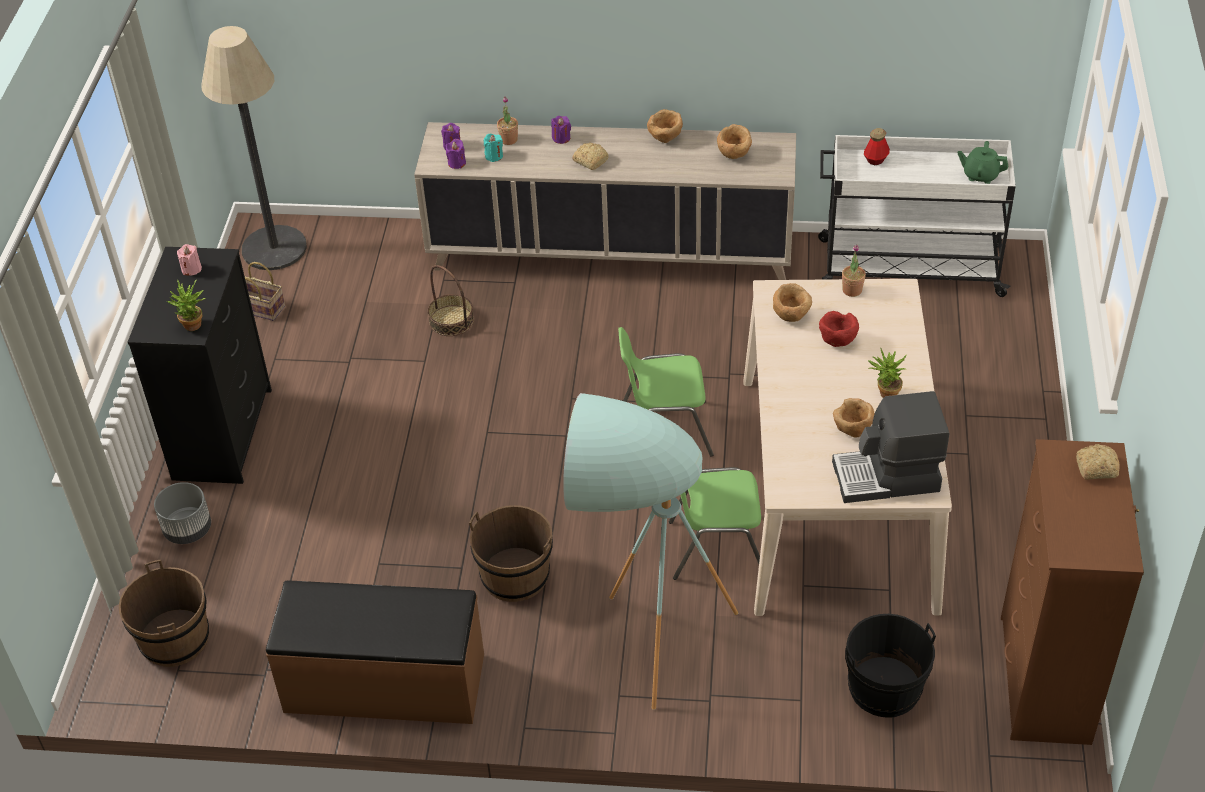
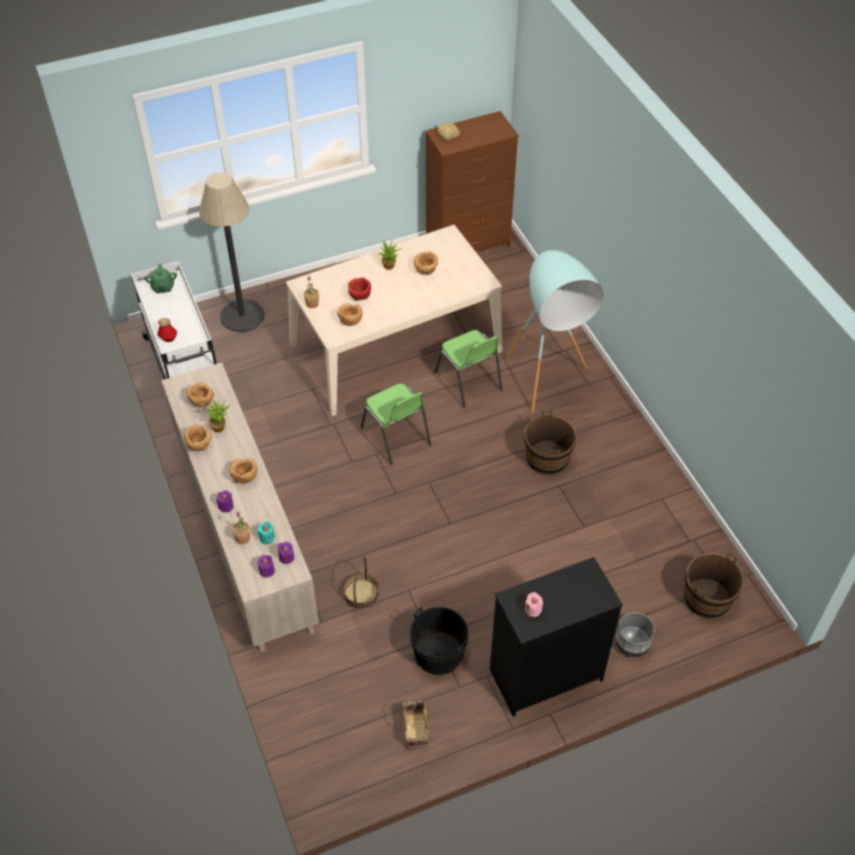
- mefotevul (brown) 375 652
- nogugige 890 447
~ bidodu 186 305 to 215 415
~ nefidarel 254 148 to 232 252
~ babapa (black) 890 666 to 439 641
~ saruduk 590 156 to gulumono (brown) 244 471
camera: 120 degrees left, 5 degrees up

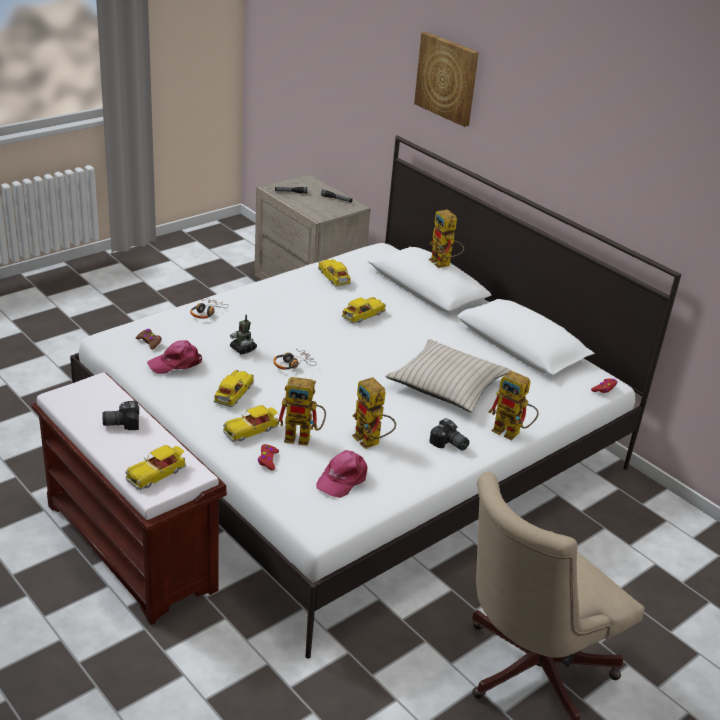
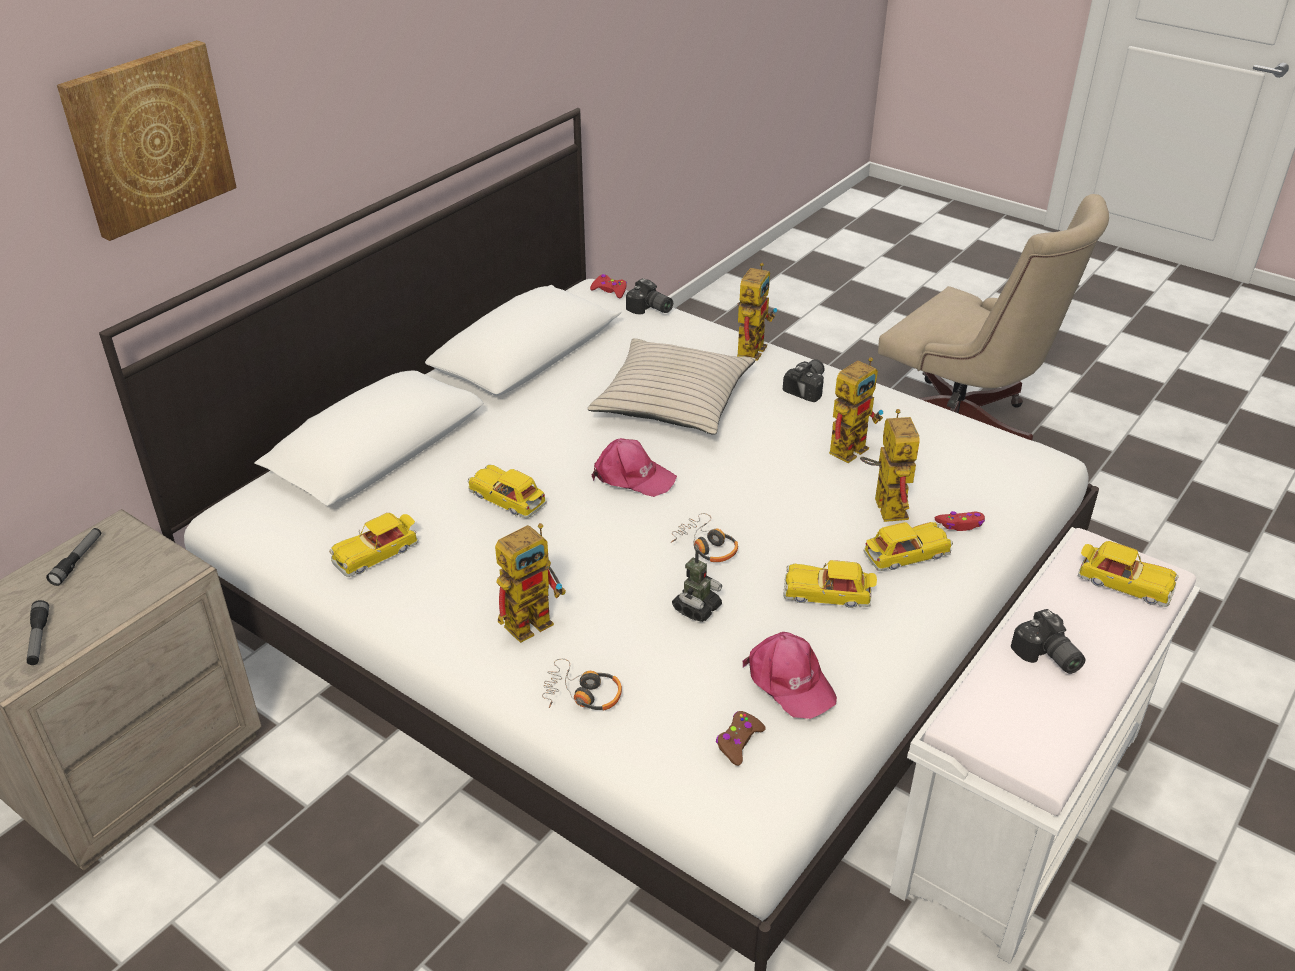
+ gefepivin 649 296
~ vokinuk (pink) 342 474 to 634 467
~ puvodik 446 238 to 530 583
~ mefotevul (brown) 129 499 to mefotevul (white) 1045 745
~ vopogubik 250 423 = 908 546 60 degrees counterclockwise
camera: 100 degrees left, 5 degrees up

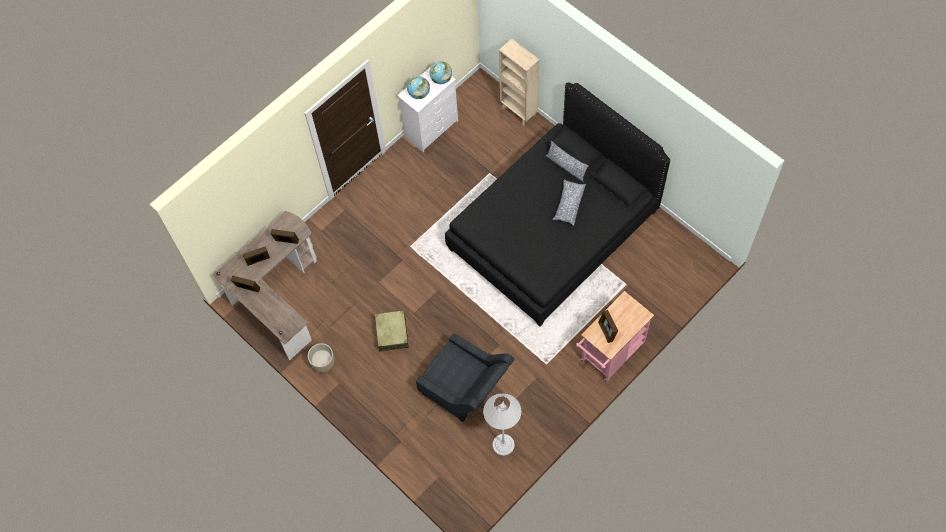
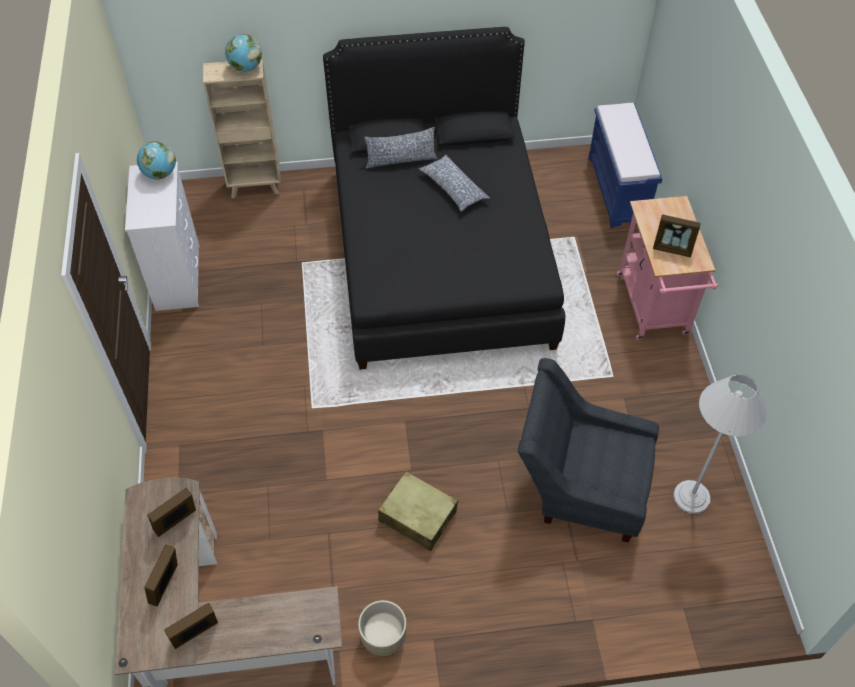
+ mefotevul (blue) 625 166
~ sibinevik 418 87 to 243 53
~ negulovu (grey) 465 378 = 588 450 150 degrees counterclockwise
camera: 55 degrees left, 10 degrees down

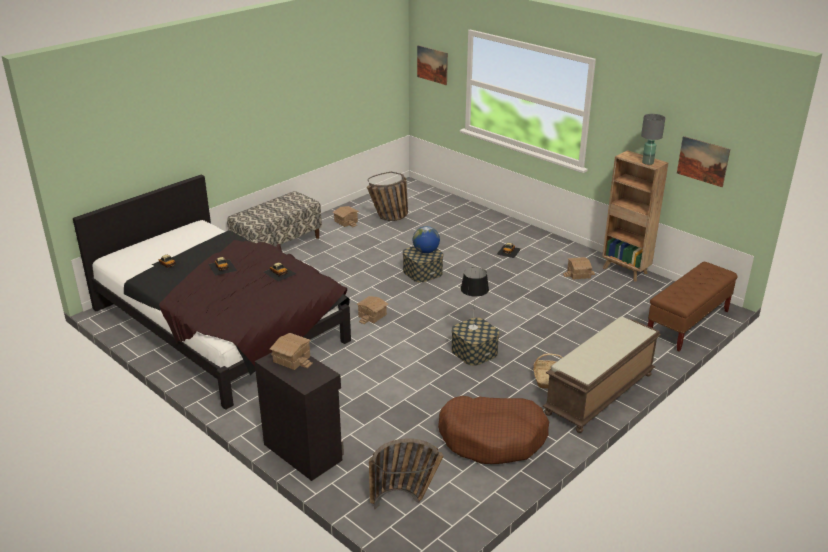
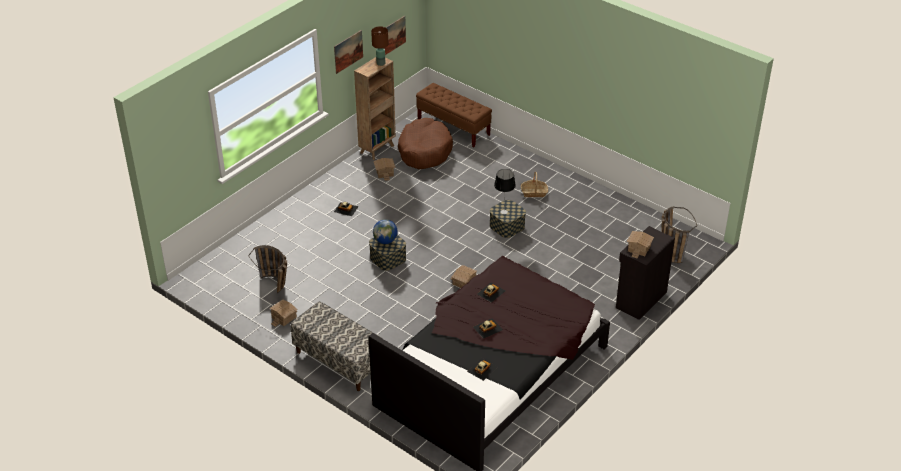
- mefotevul (brown) 602 374
~ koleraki 432 65 to 348 52
~ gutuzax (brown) 493 430 to 425 143
~ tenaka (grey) 653 139 to tenaka (brown) 379 46
camera: 95 degrees left, 10 degrees up

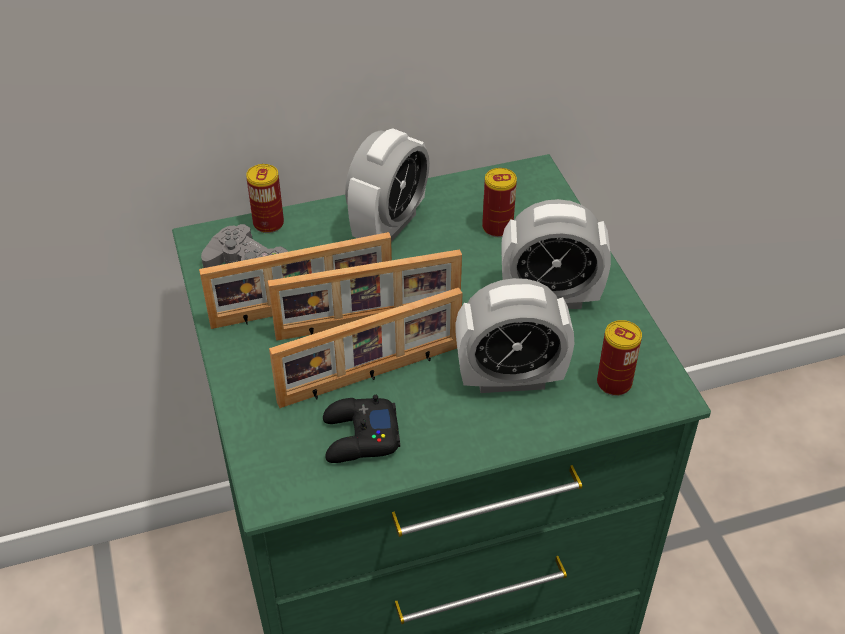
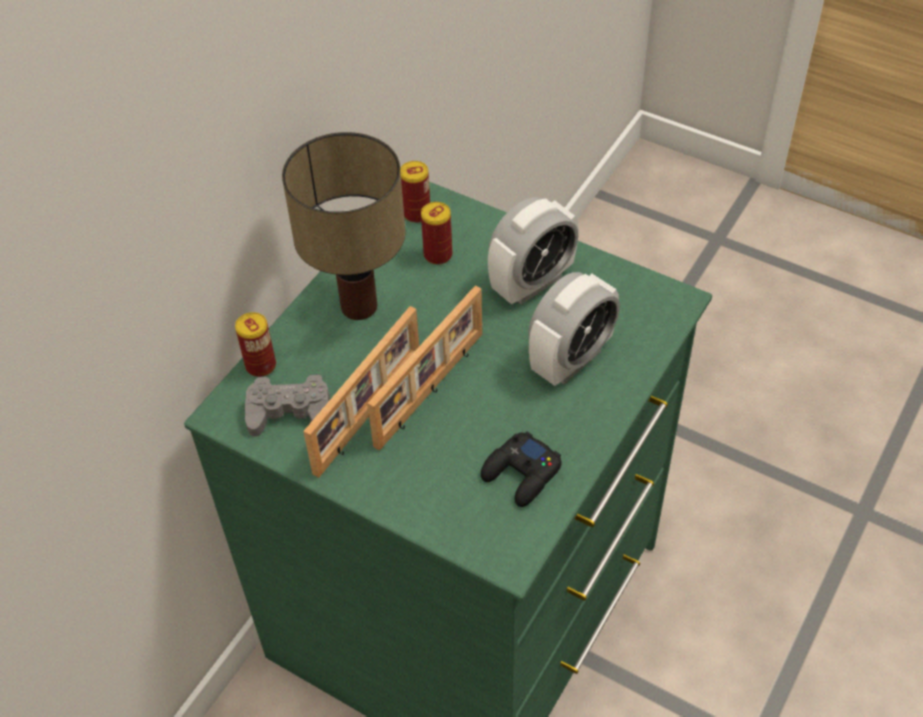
- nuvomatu 365 348
~ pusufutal 619 358 to 415 192
~ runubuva 387 185 to tenaka 344 226
camera: 40 degrees left, 5 degrees up

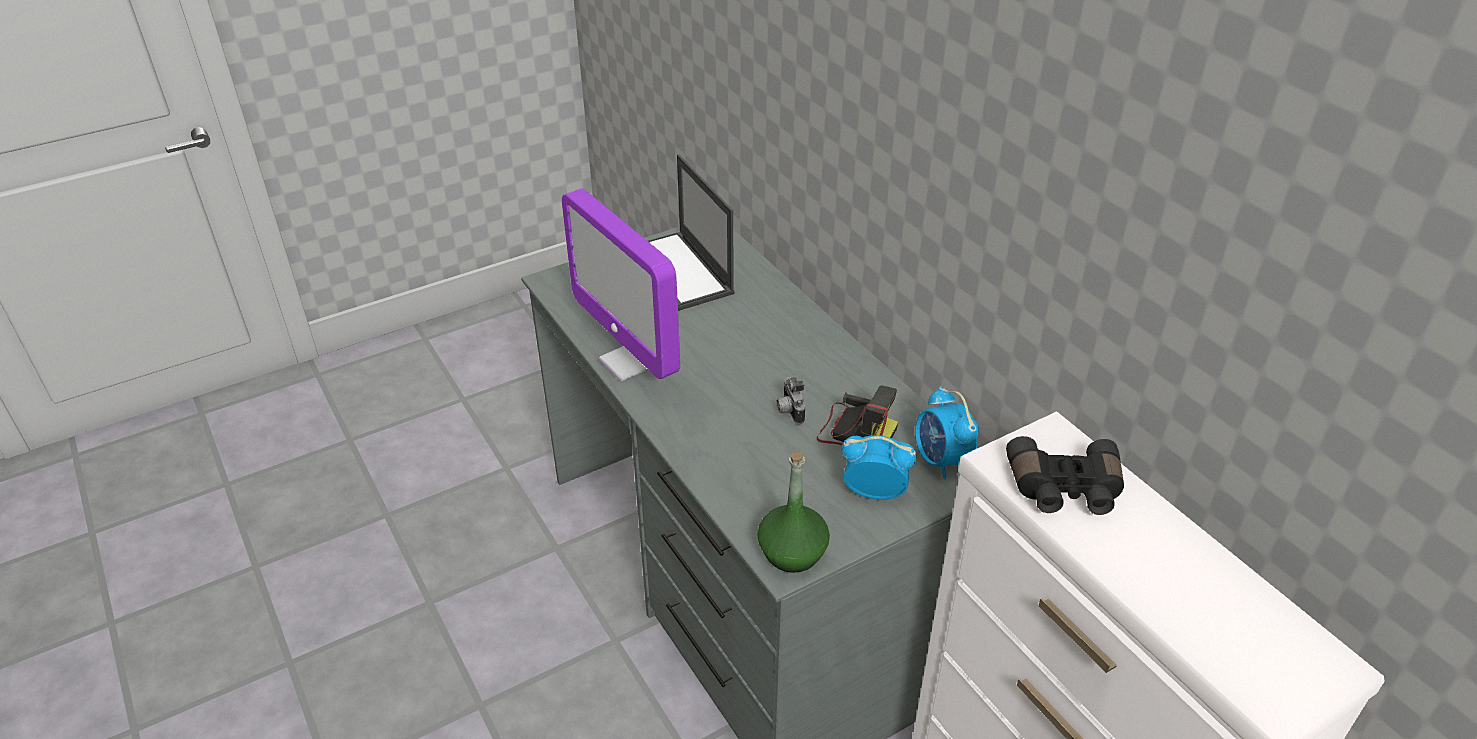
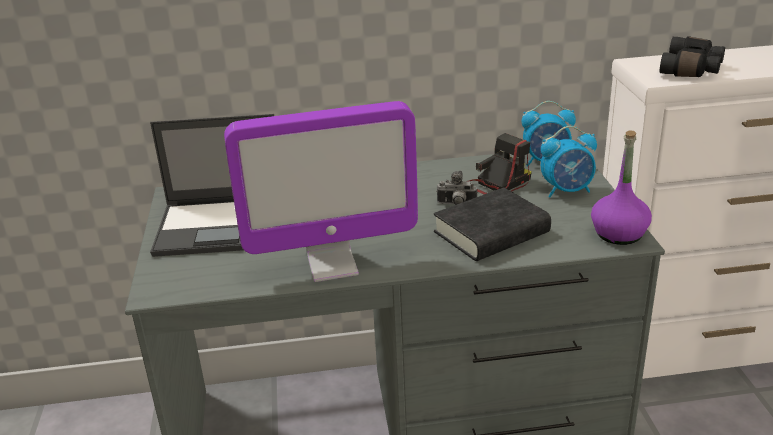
+ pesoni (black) 492 224
~ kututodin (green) 793 512 to kututodin (purple) 621 187
~ runubuva 879 467 = 569 161 135 degrees counterclockwise
camera: 65 degrees left, 10 degrees down

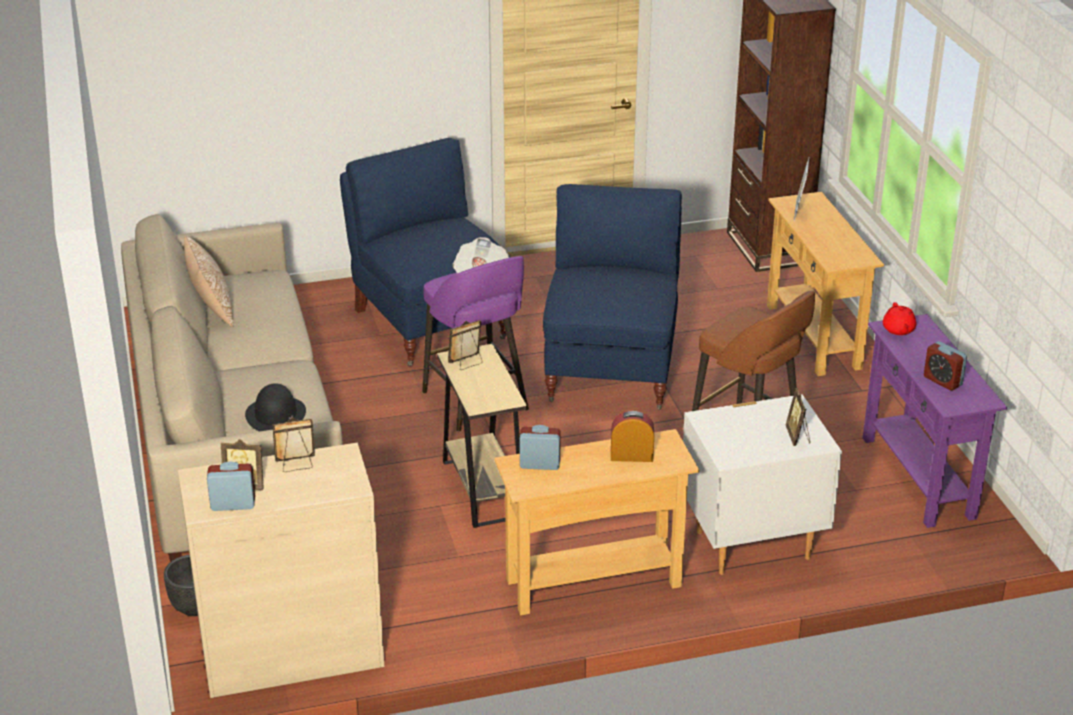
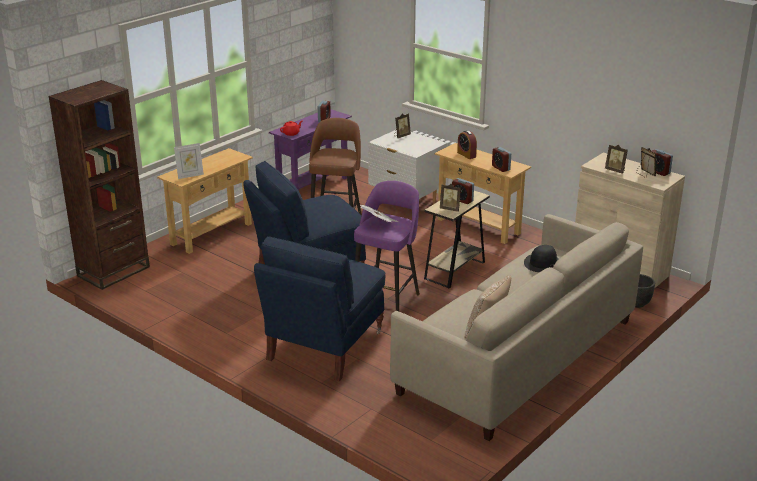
+ runubuva 463 191
camera: 125 degrees left, 5 degrees down

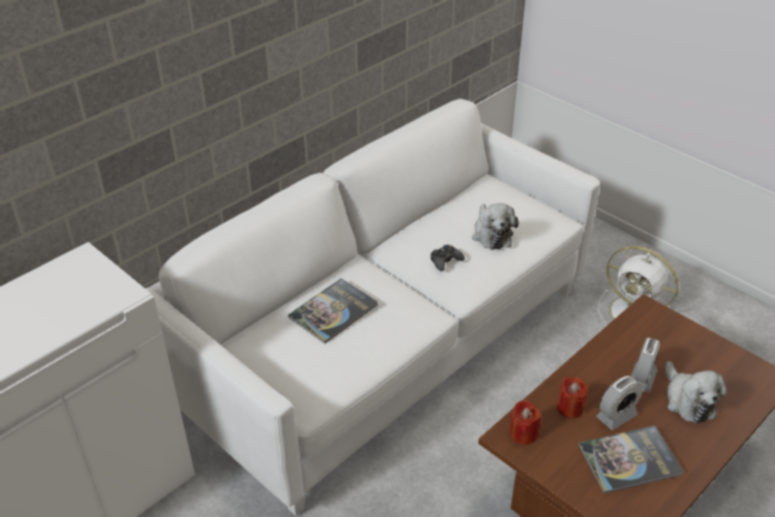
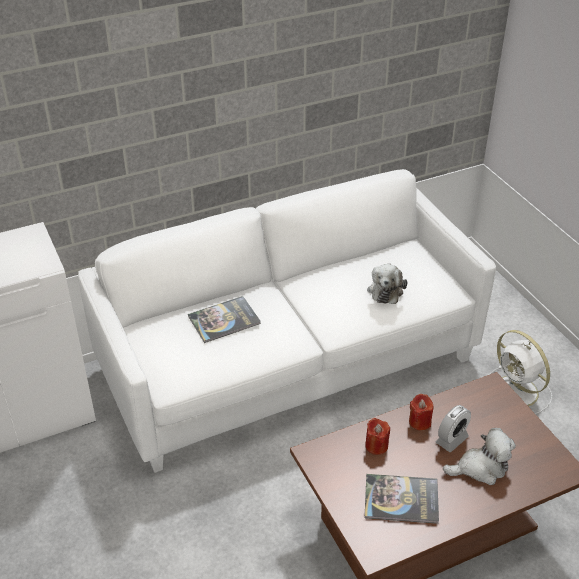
- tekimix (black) 448 257
- runubuva 619 403
~ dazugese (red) 525 422 to 421 412
~ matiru 695 392 = 479 456 105 degrees counterclockwise
camera: 20 degrees right, 0 degrees up

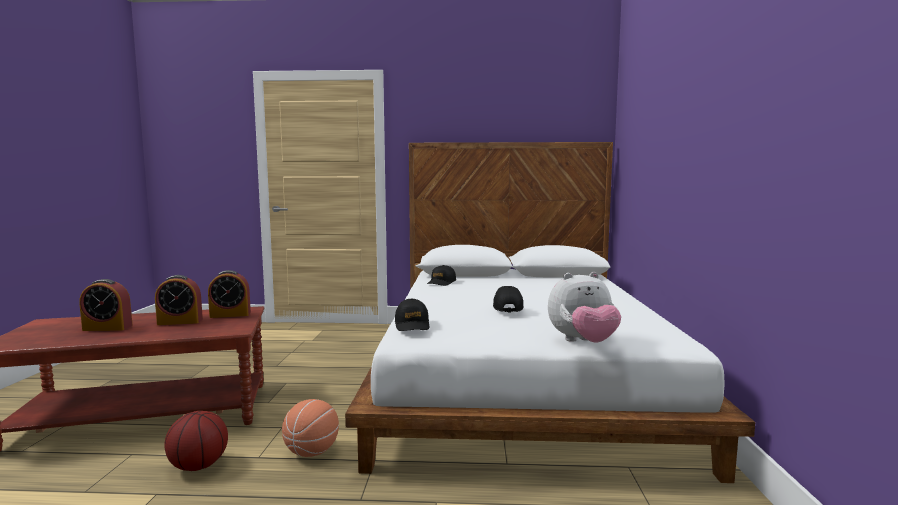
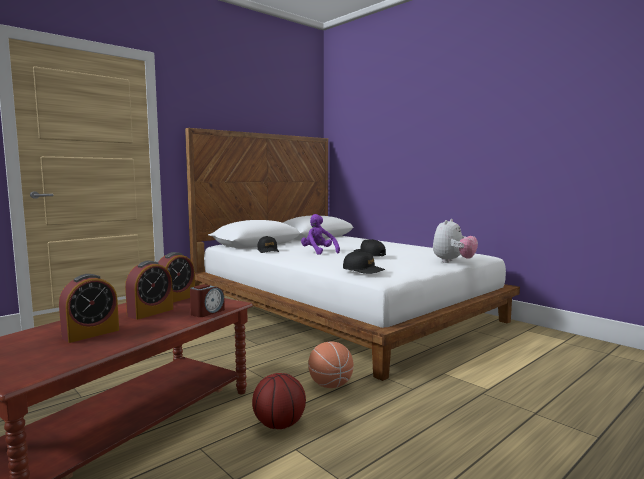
+ runubuva 207 300
+ matiru (purple) 320 234
camera: 45 degrees left, 0 degrees up

